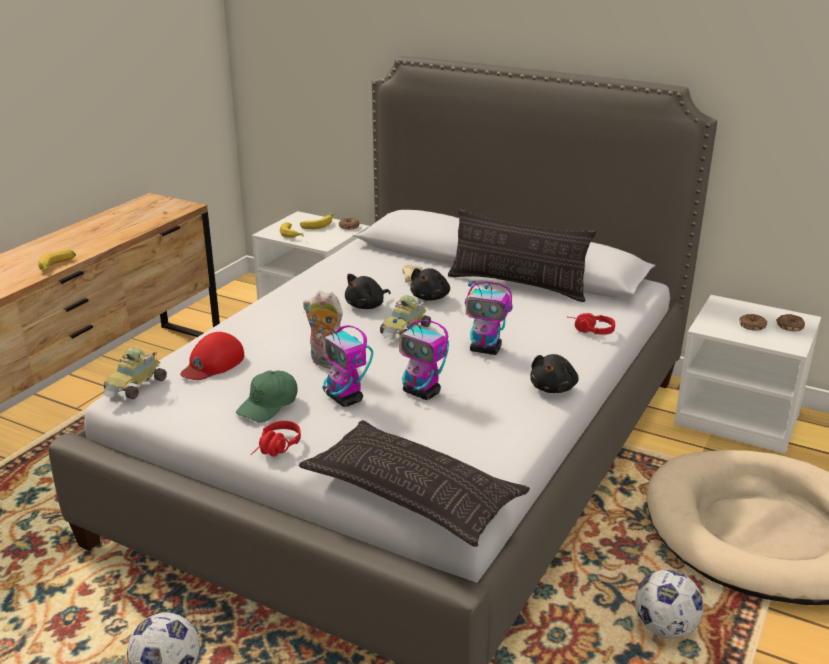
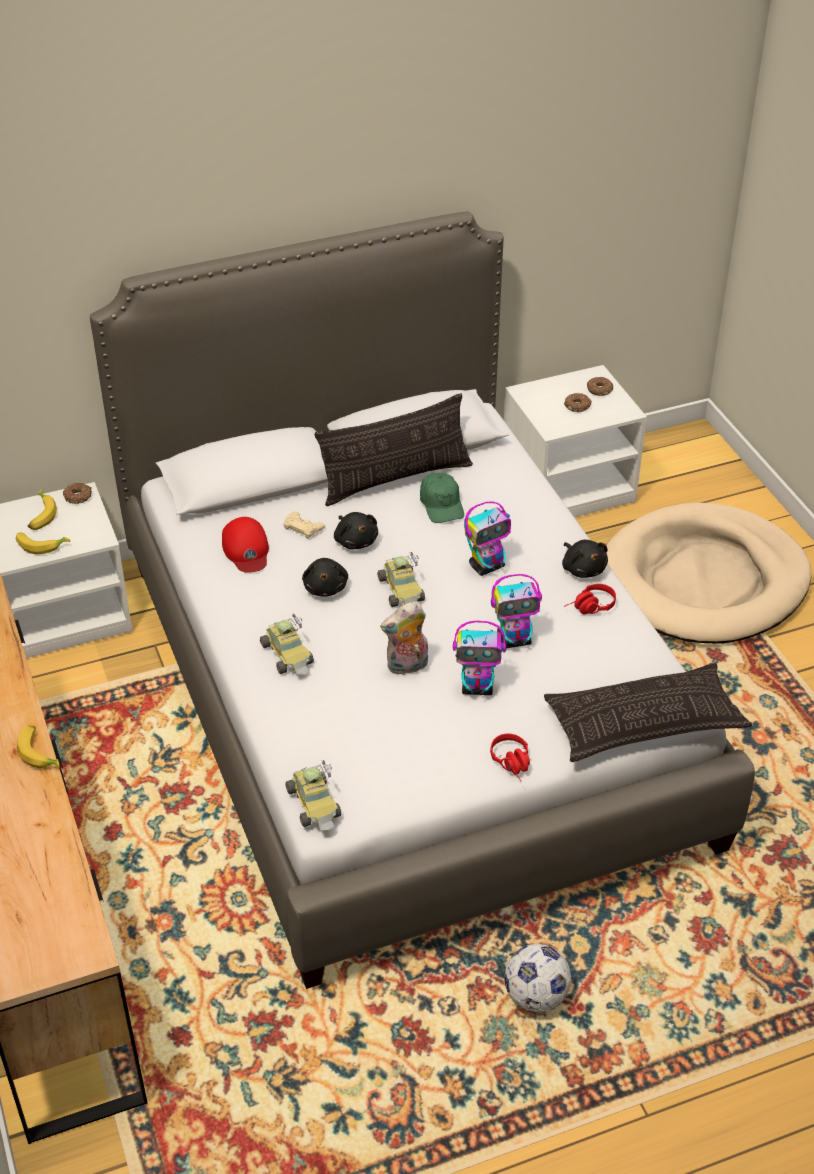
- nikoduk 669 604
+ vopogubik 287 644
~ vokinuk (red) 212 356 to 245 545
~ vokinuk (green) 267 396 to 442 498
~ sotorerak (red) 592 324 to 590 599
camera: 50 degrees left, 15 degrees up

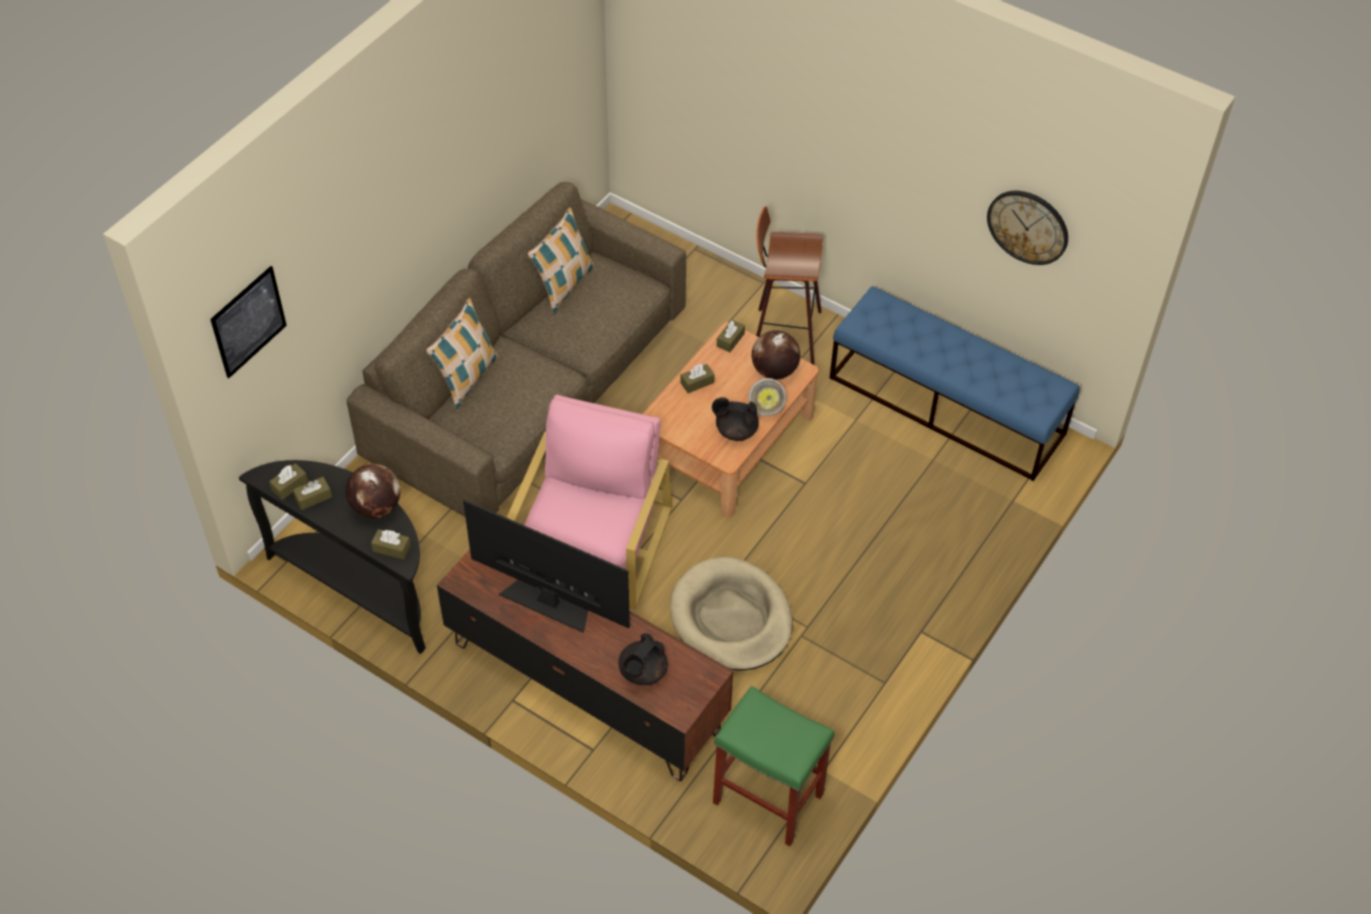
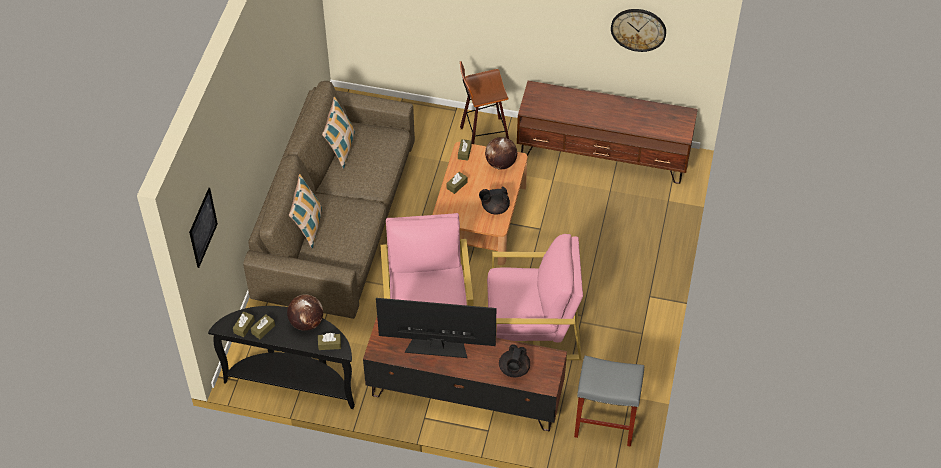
- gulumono 767 397
~ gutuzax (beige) 731 614 to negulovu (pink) 535 297
~ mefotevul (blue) 955 383 to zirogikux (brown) 607 132
~ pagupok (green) 774 766 to pagupok (grey) 609 401
camera: 20 degrees left, 0 degrees up

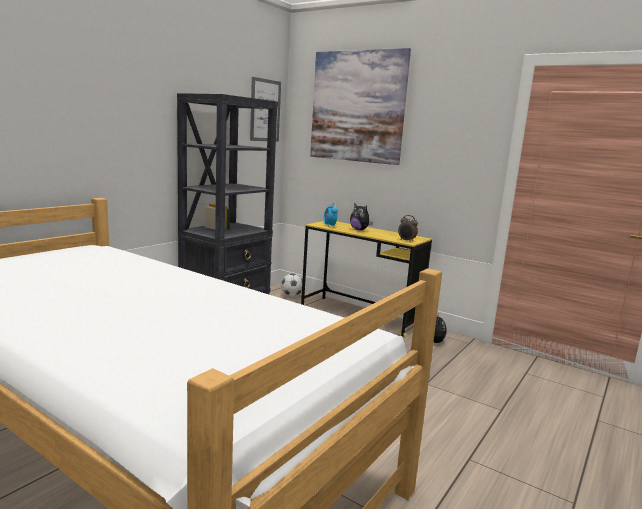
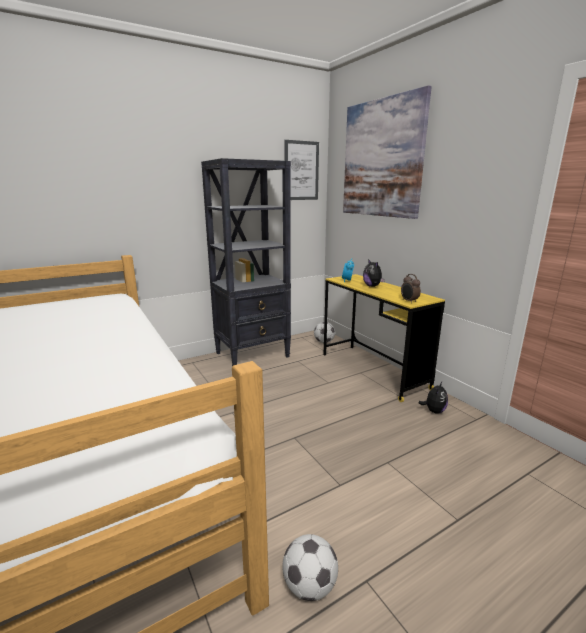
+ nikoduk 310 567
camera: 25 degrees right, 5 degrees up

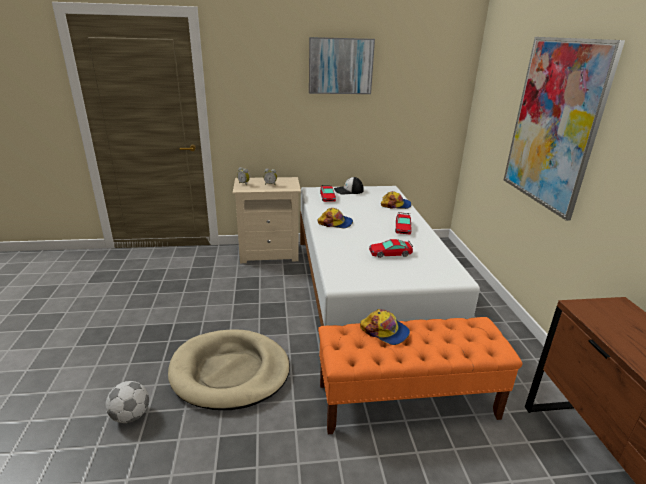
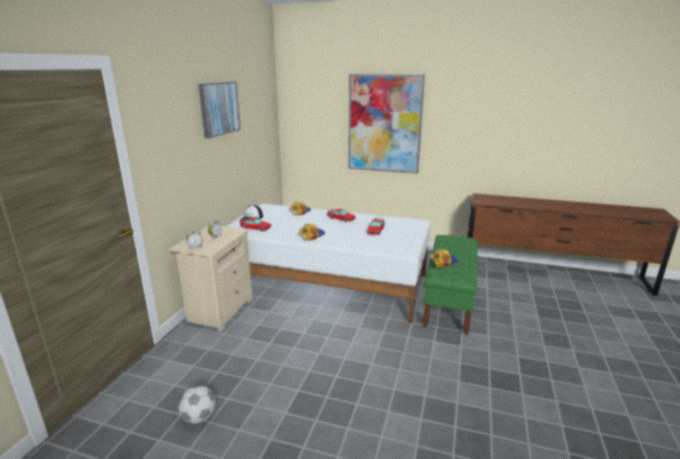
- gutuzax (beige) 229 369
~ nikoduk 127 402 to 197 404
~ mefotevul (orange) 420 375 to mefotevul (green) 450 285
camera: 65 degrees left, 5 degrees down

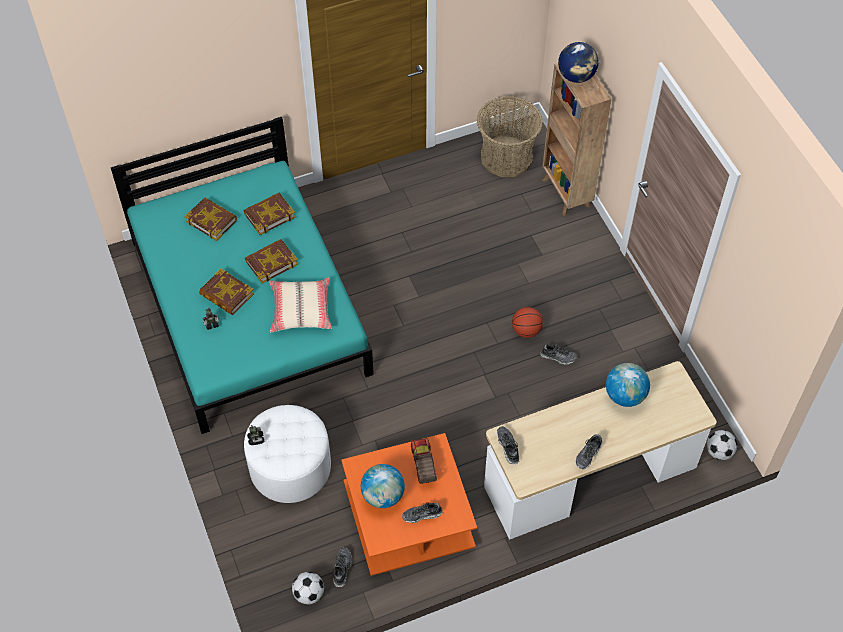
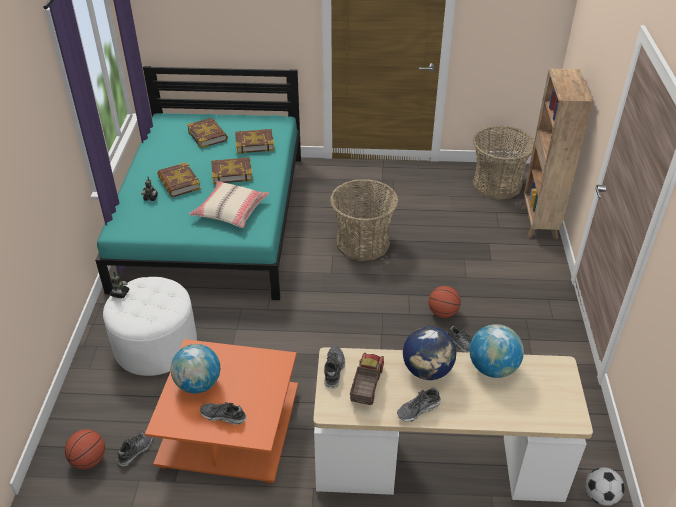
+ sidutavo 364 220
~ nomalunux 424 461 to 367 379
~ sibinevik 578 62 to 429 353
~ nikoduk 308 588 to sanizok 85 449
camera: 25 degrees right, 15 degrees down

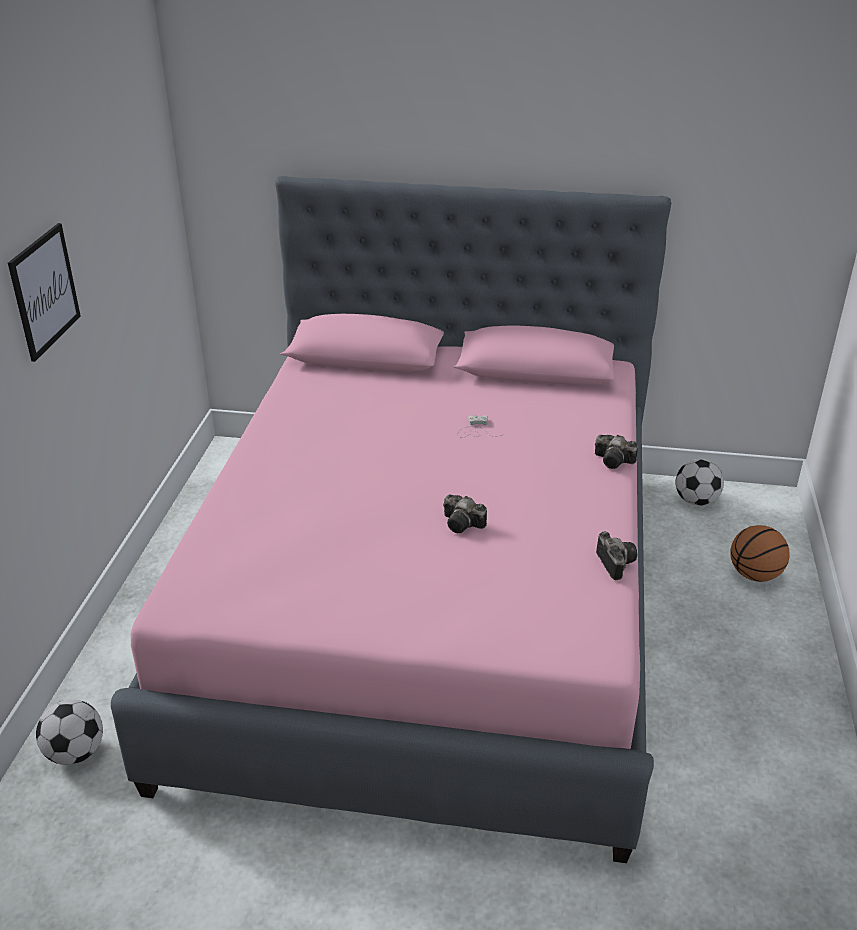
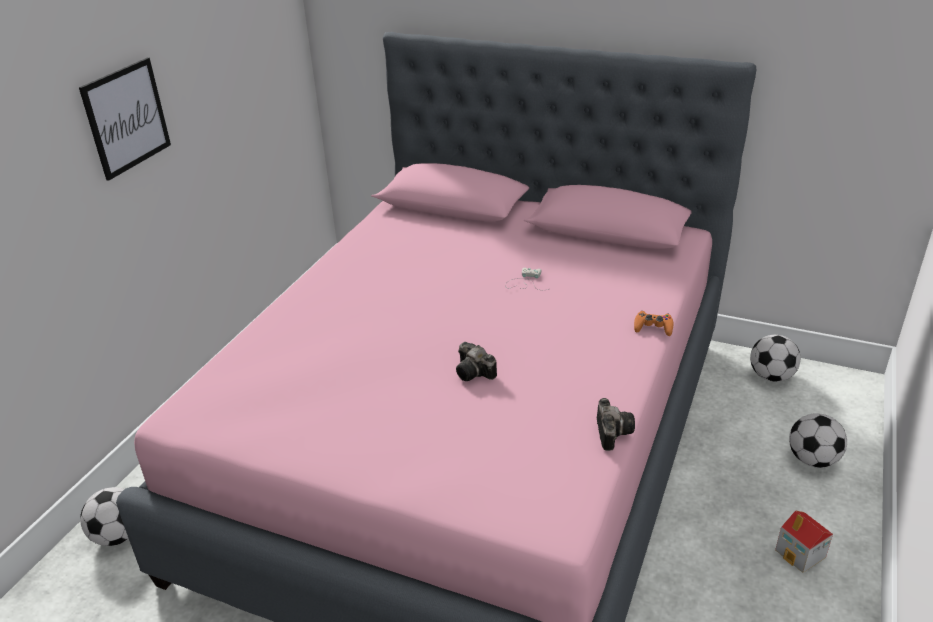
+ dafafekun 804 541
~ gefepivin 616 452 to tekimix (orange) 653 323
~ sanizok 760 553 to nikoduk 818 440
camera: 15 degrees right, 0 degrees up

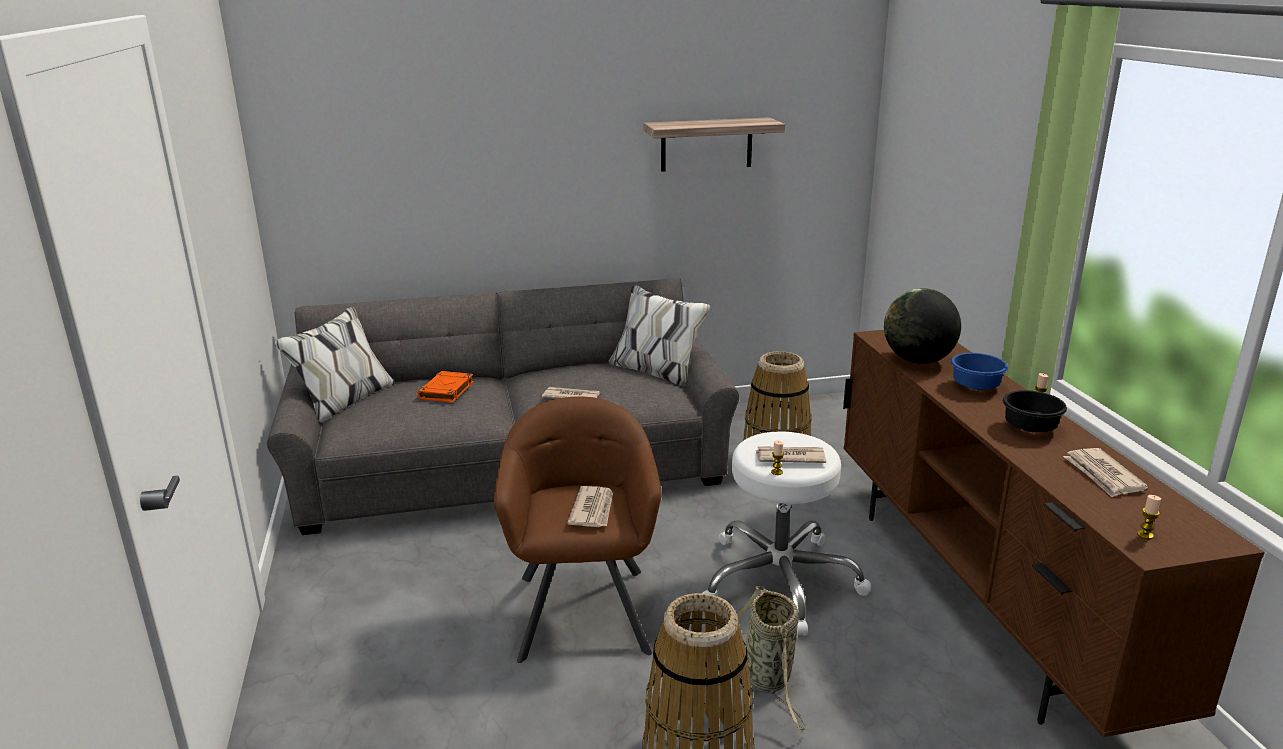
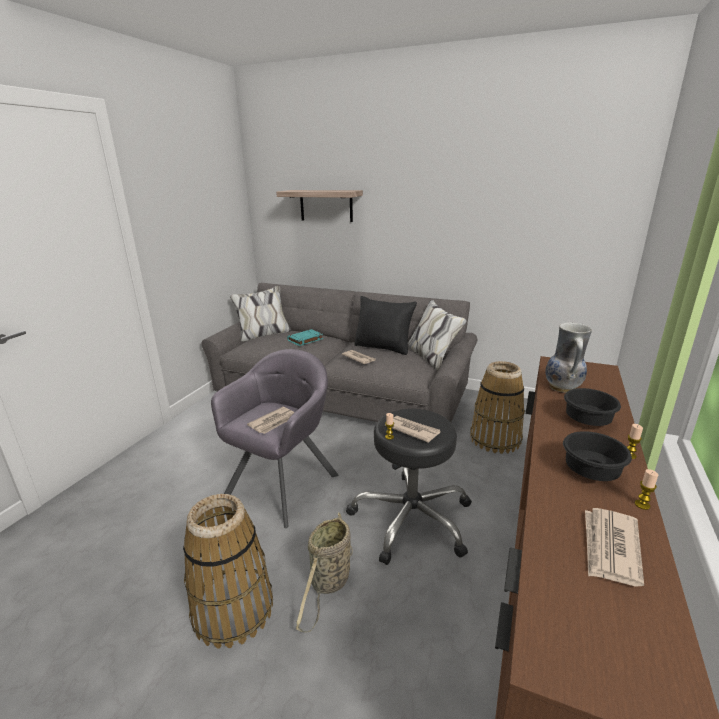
+ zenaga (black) 385 325
~ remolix 714 144 to 319 206
~ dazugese 1149 517 to 646 489
~ sibinevik 922 326 to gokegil 568 357
~ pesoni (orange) 445 387 to pesoni (turquoise) 305 337
~ negulovu (brown) 578 530 to negulovu (grey) 274 438
~ pagupok (white) 787 534 to pagupok (black) 409 487
~ gulumono (blue) 979 371 to gulumono (black) 592 407
camera: 35 degrees right, 0 degrees up

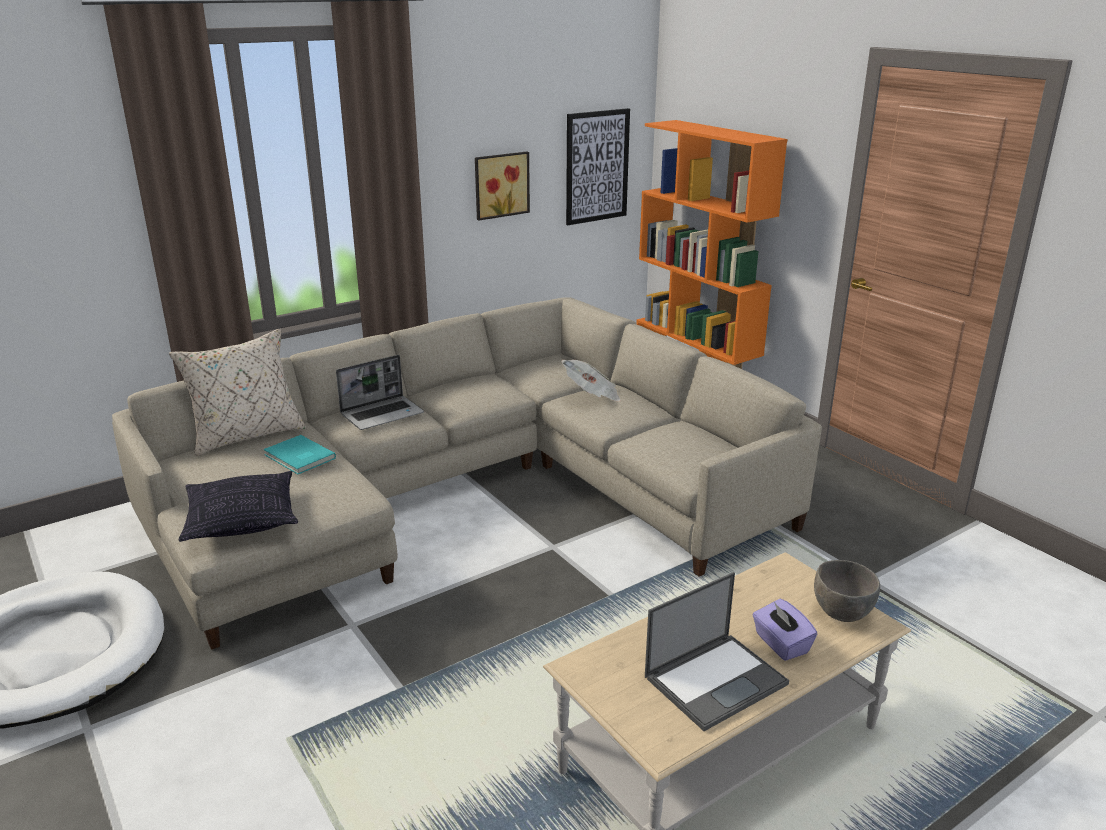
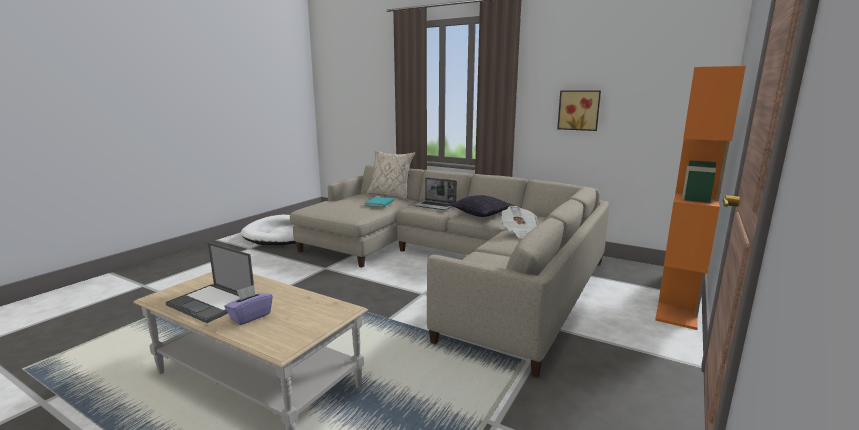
- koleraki 598 166
- gulumono (grey) 847 591
~ zenaga 238 506 to 482 206
camera: 65 degrees right, 10 degrees down

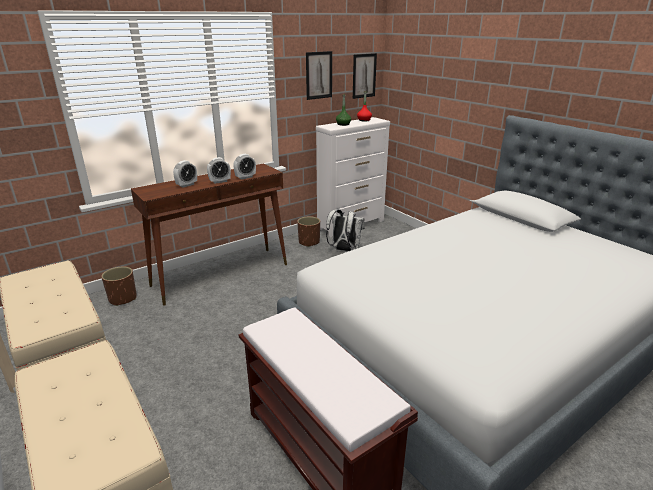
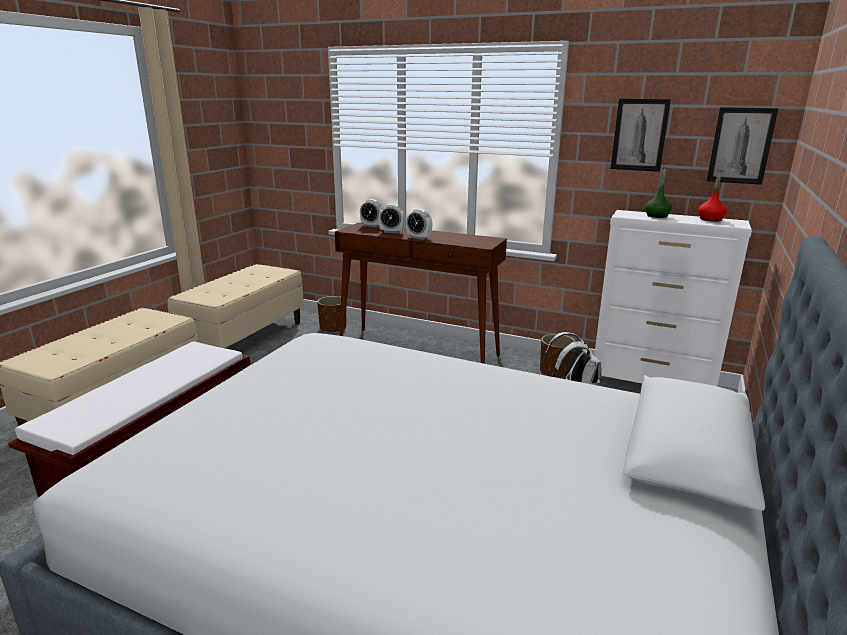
~ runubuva 244 167 to 372 213
camera: 60 degrees right, 5 degrees down

